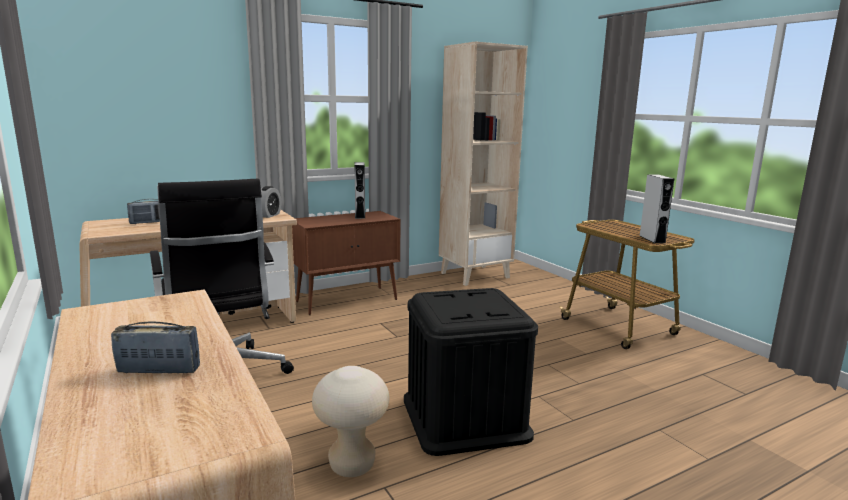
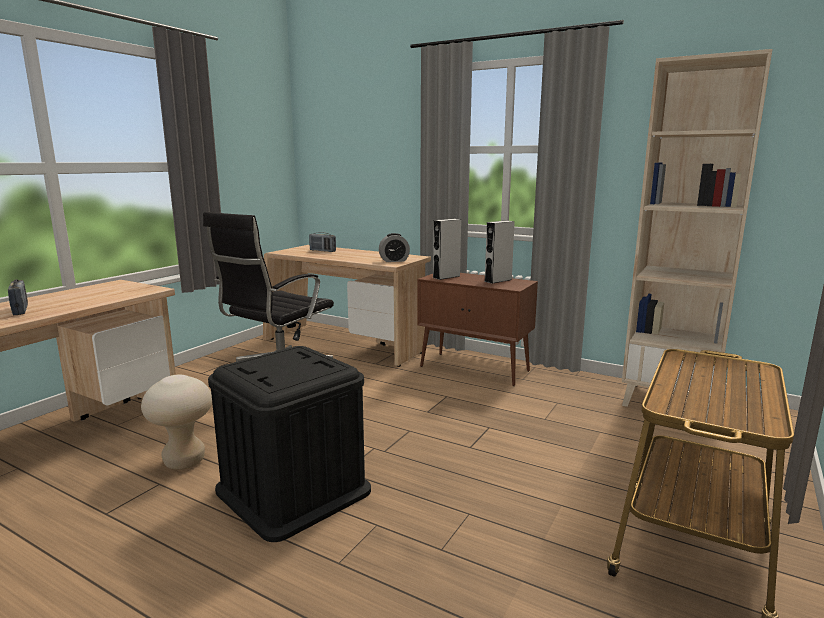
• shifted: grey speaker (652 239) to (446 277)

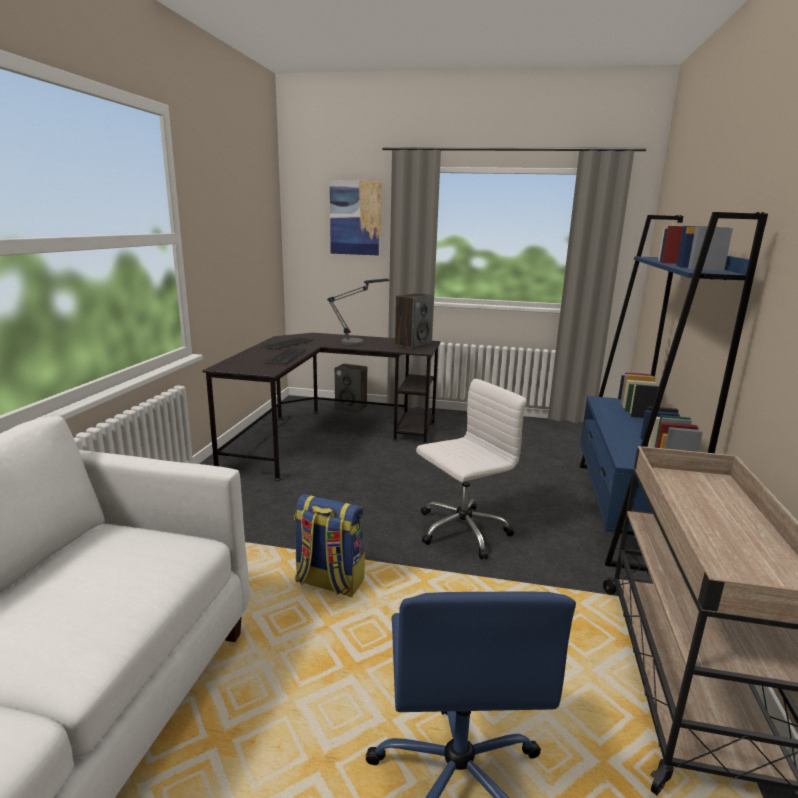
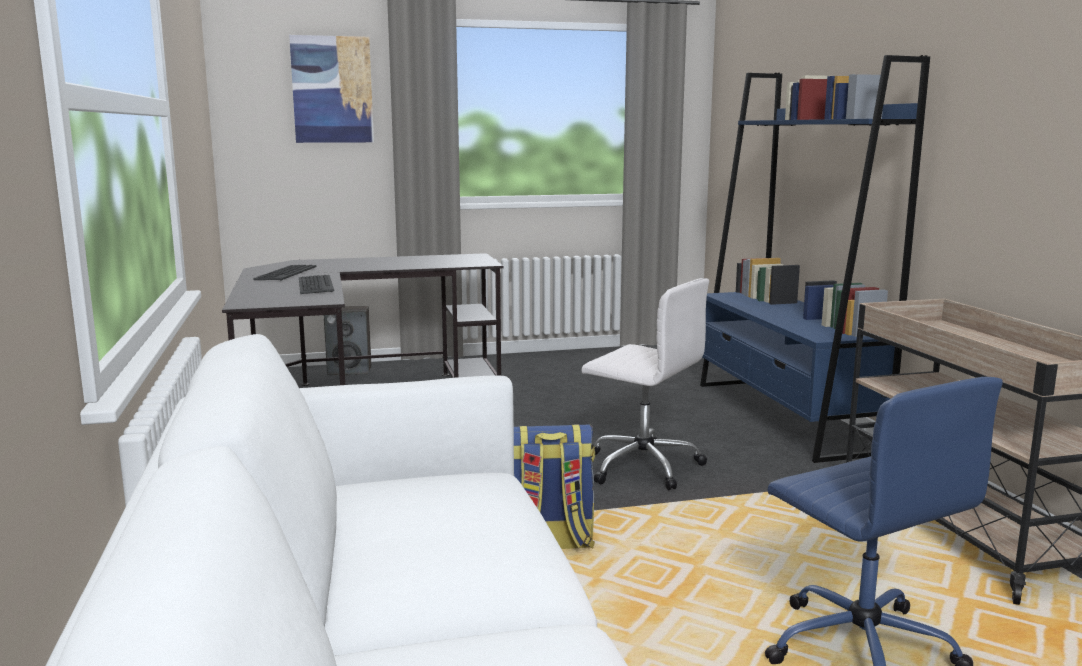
• rotated: white office chair (461 531) = (641 466) 90 degrees clockwise
• gone: table lamp (358 342)
• gone: speaker (413 344)

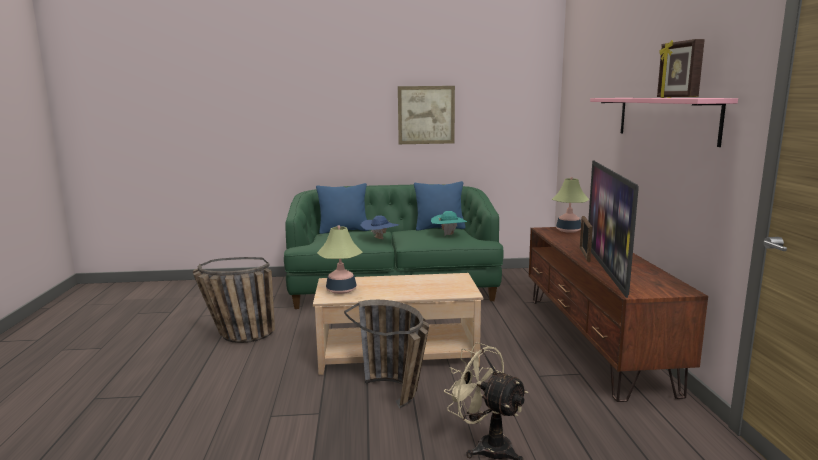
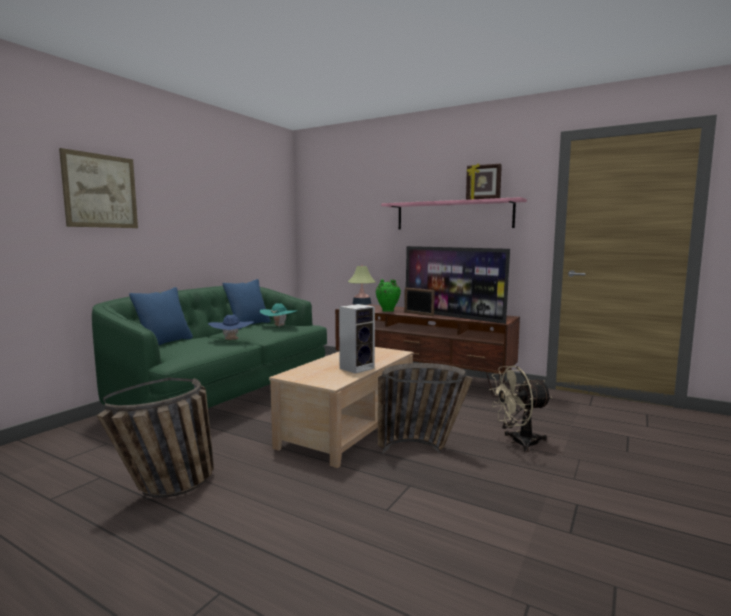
• shifted: picture (426 115) to (100 191)
• new: speaker (357 368)
• new: green vase (387 311)
• gone: table lamp (341 290)

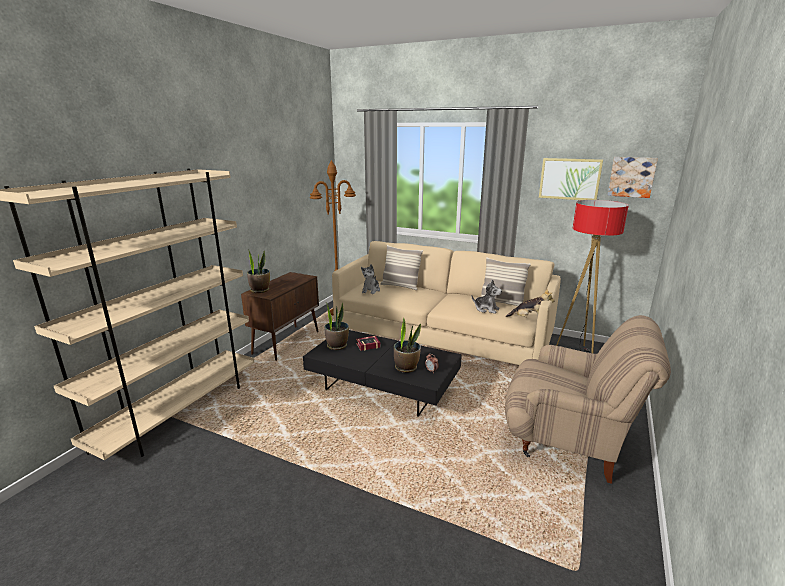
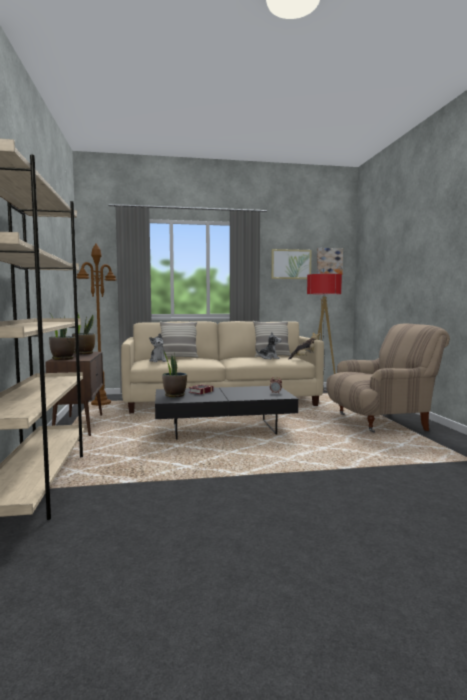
• shifted: potted plant (406 367) to (84 353)

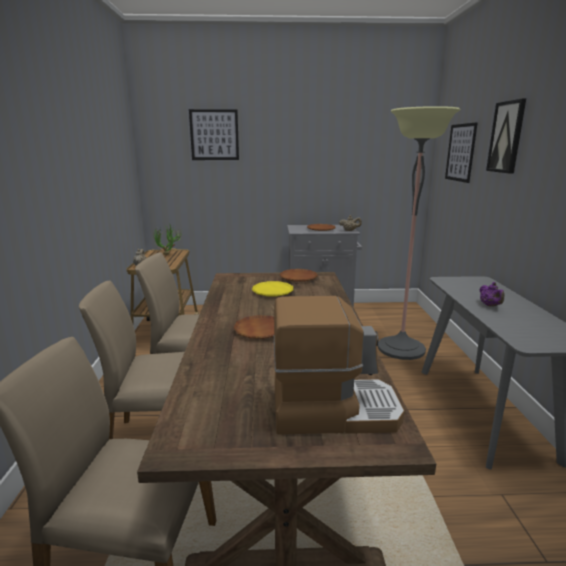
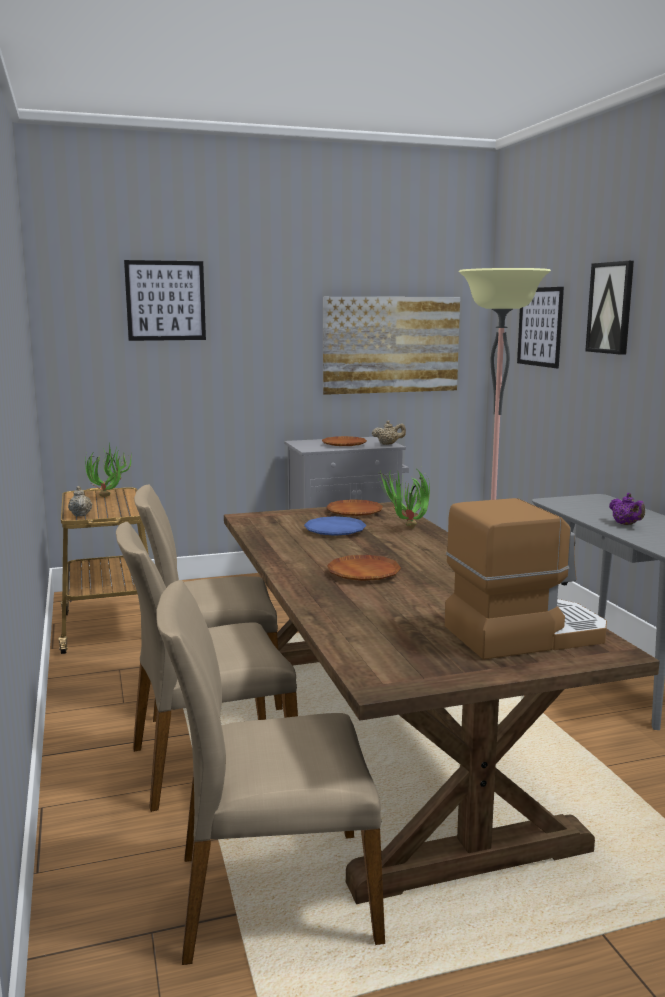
• repainted: yellow plate (272 292) to blue plate (335 531)
• new: picture (391 345)
• new: potted plant (406 529)

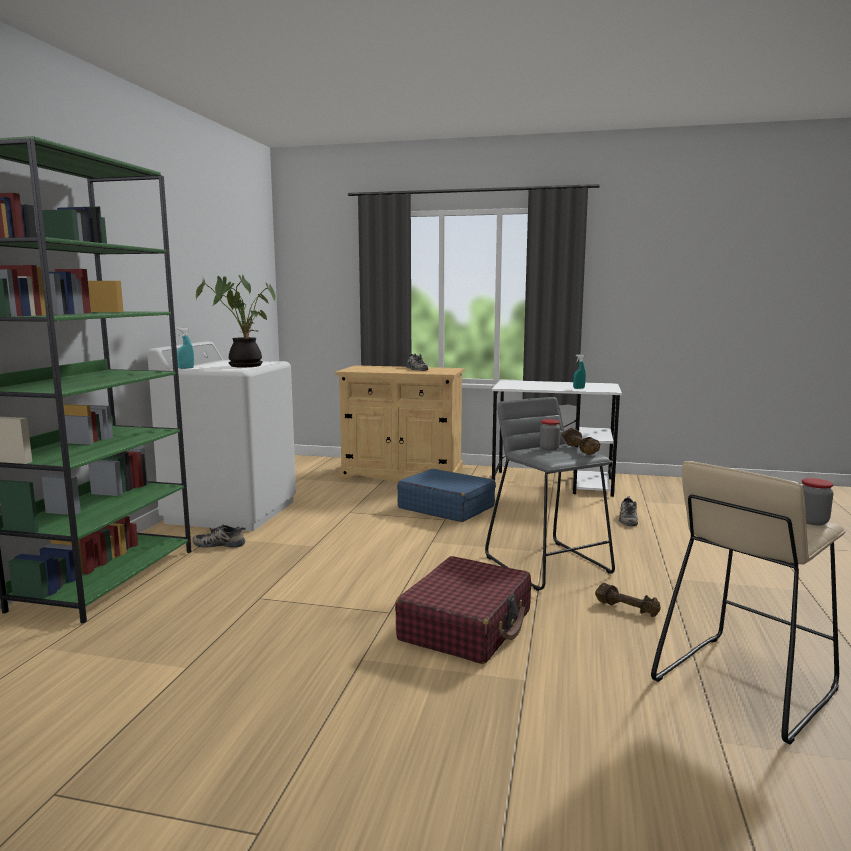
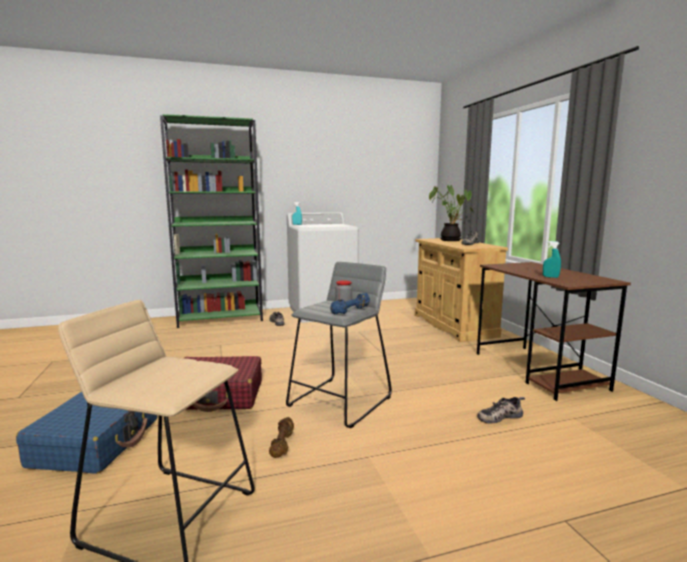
• shifted: blue suitcase (446 507) to (97 441)
• repainted: brown dumbbell (580 450) to blue dumbbell (351 311)
• shifted: potted plant (244 365) to (450 240)
• repainted: white desk (554 483) to brown desk (538 371)
• gone: jar (812 521)

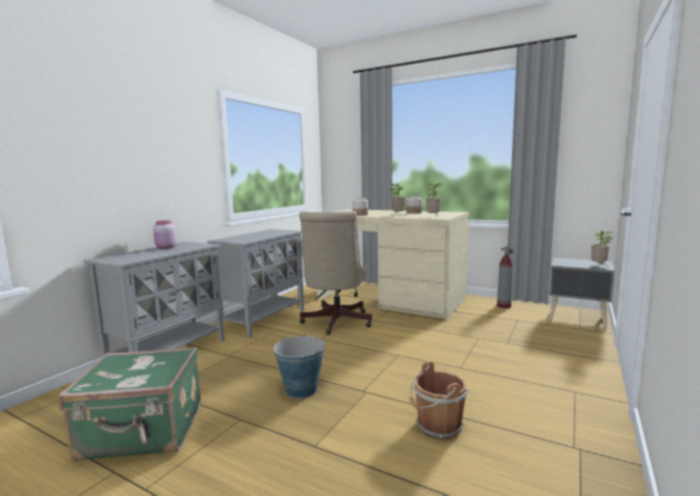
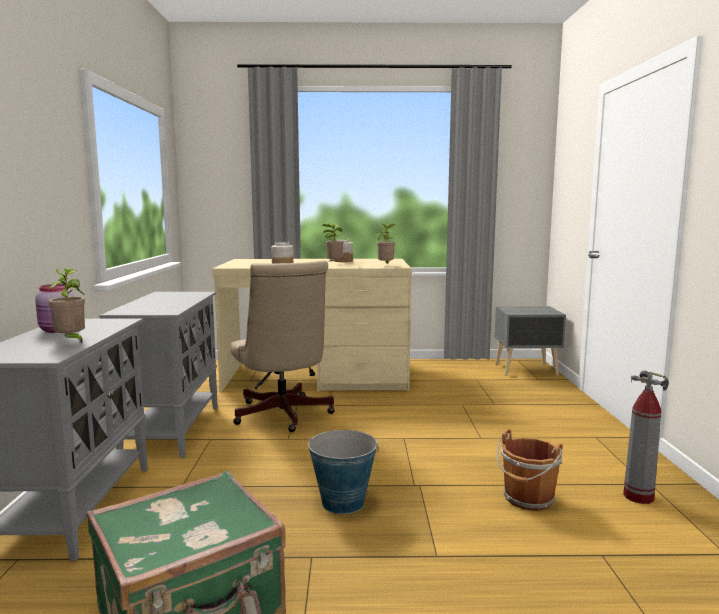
• shifted: potted plant (599 266) to (71 341)
• shifted: fire extinguisher (503 306) to (638 496)

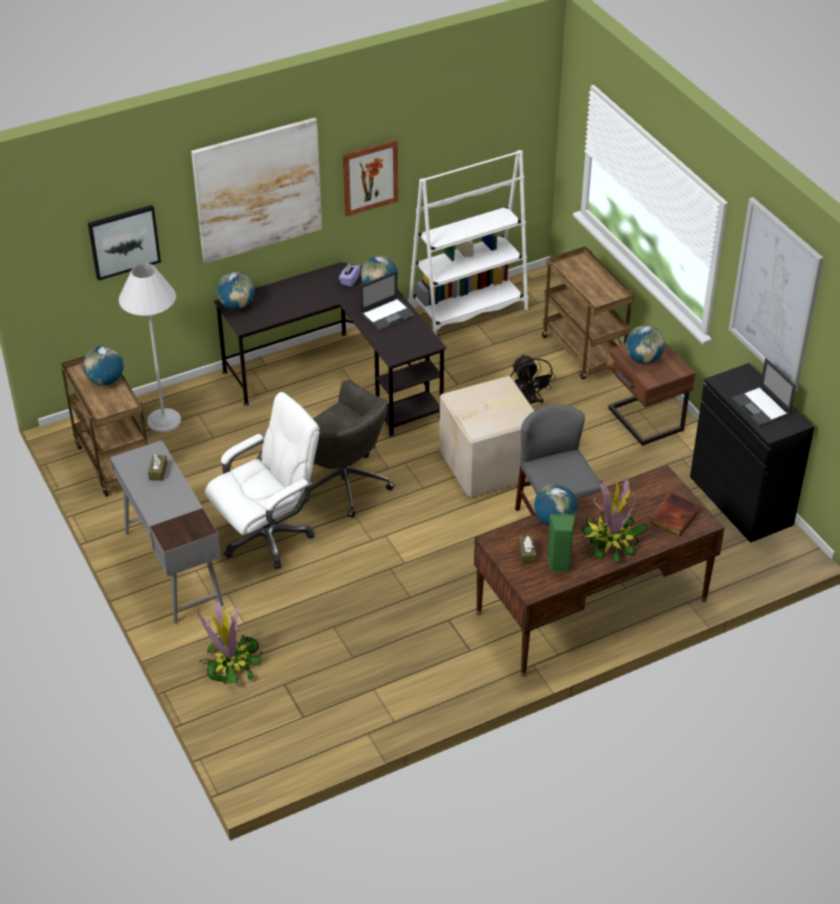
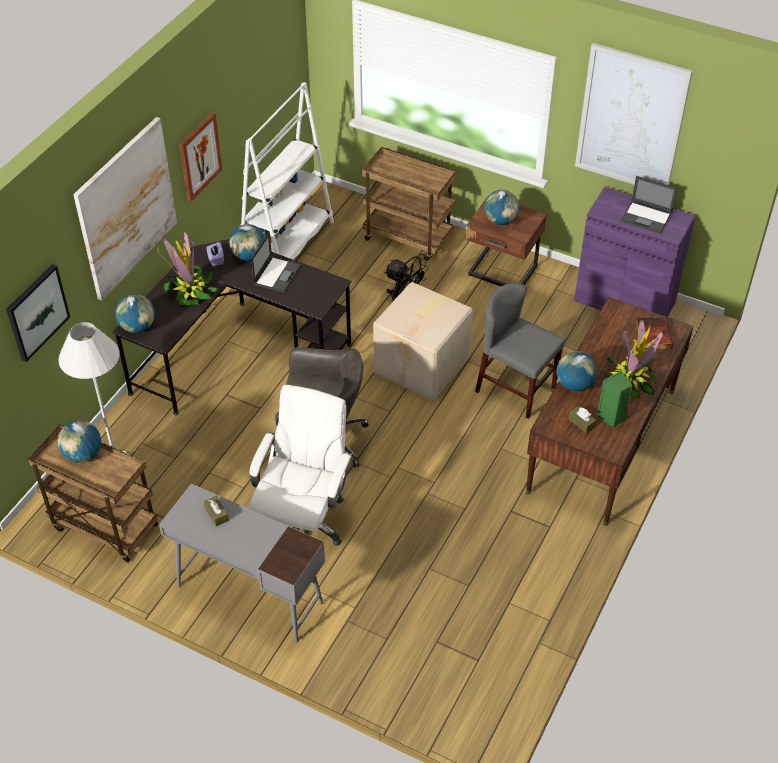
• shifted: potted plant (231 663) to (189 290)
• repainted: black cabinet (741 500) to purple cabinet (624 301)

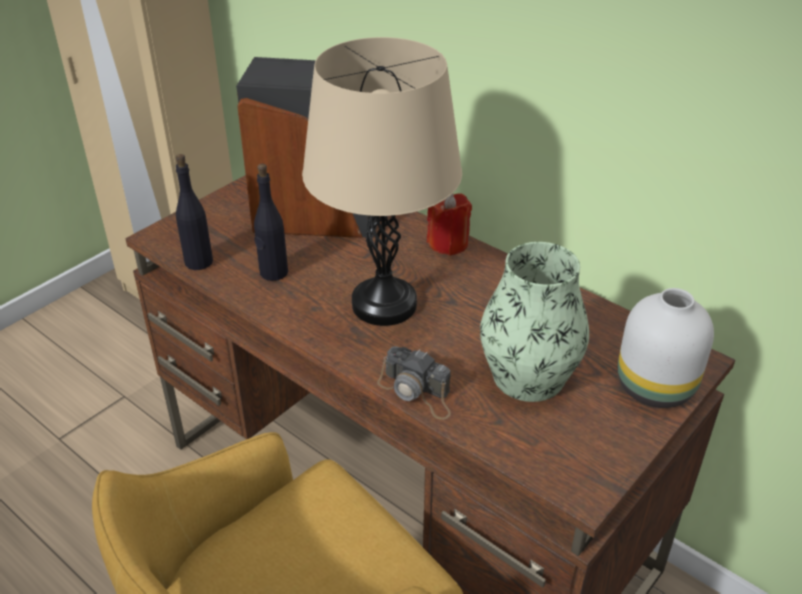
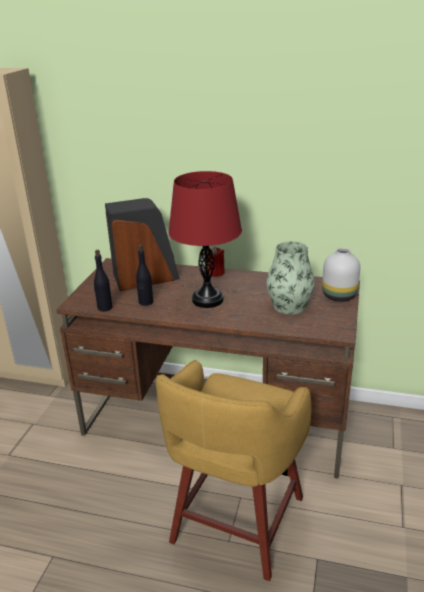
• repainted: beige table lamp (384 304) to red table lamp (207 300)
• gone: photo camera (417 392)

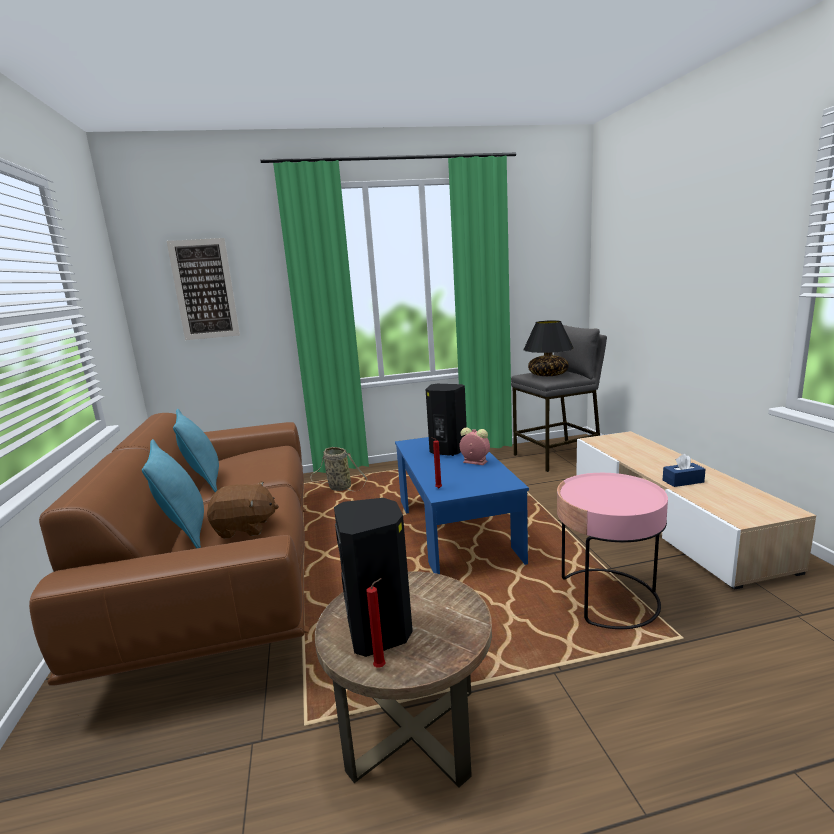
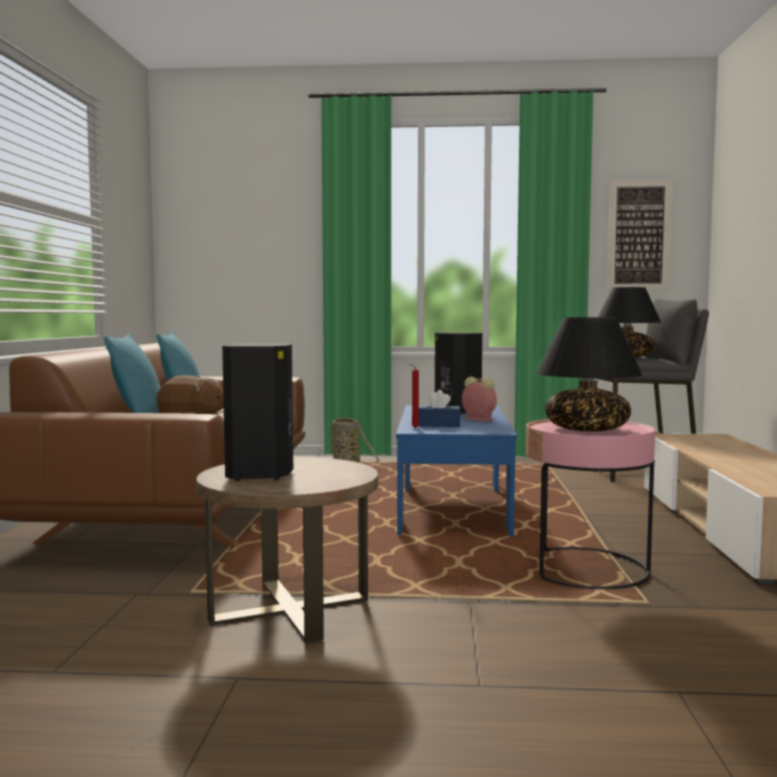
• shifted: blue tissue box (683 481) to (439 425)
• new: black table lamp (586 429)
• shifted: picture (204 289) to (639 235)
• gone: red candle (382 667)

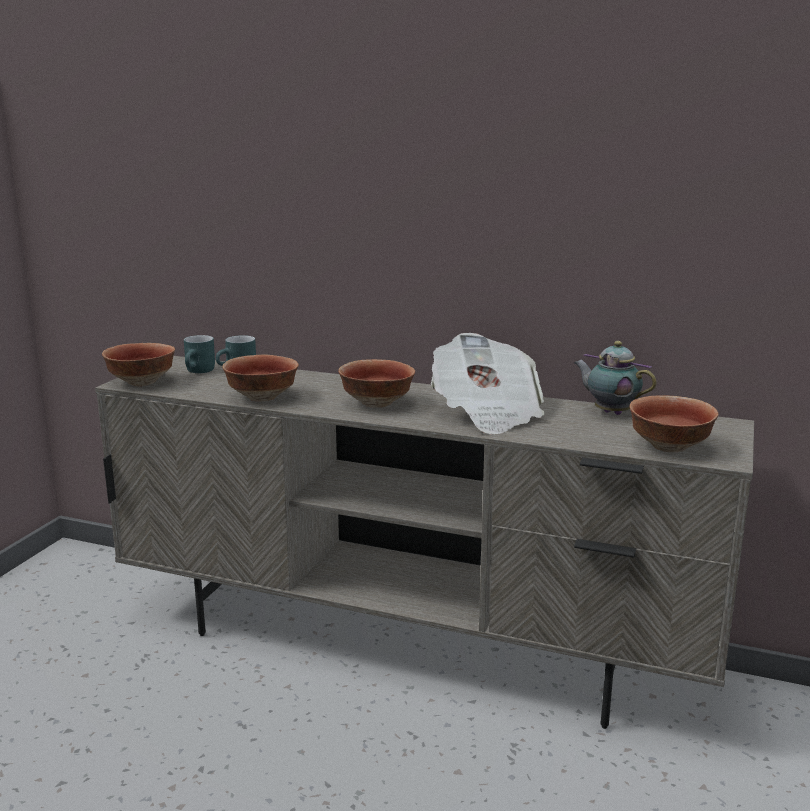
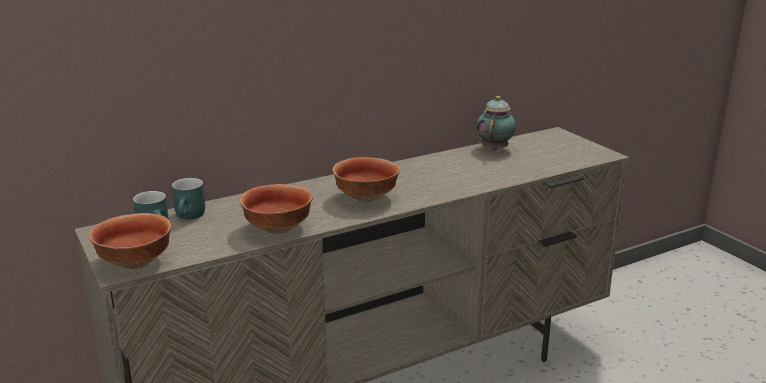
• rotated: teapot (610 412) = (495 148) 120 degrees clockwise
• gone: newspaper (486 413)
• gone: bowl (671 447)

